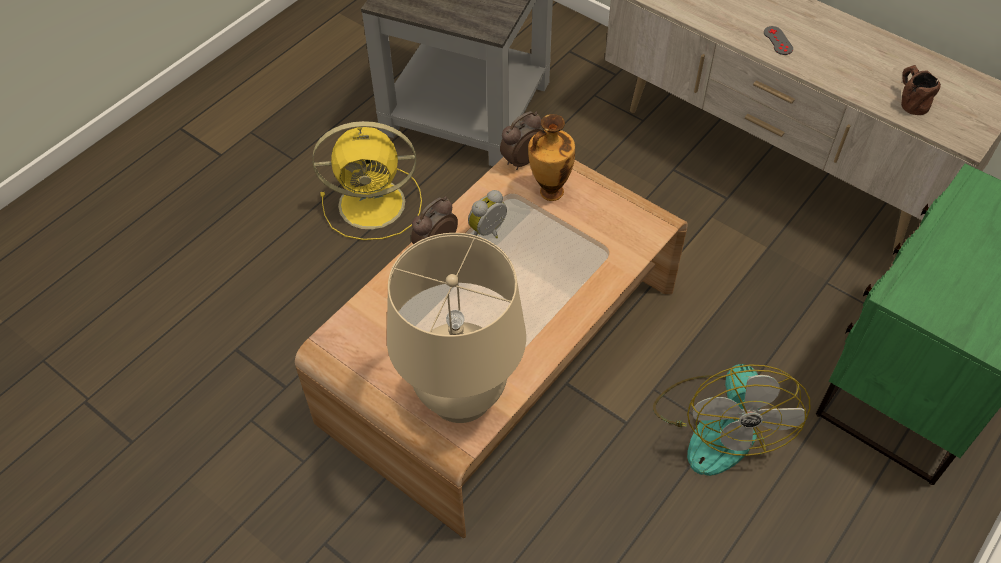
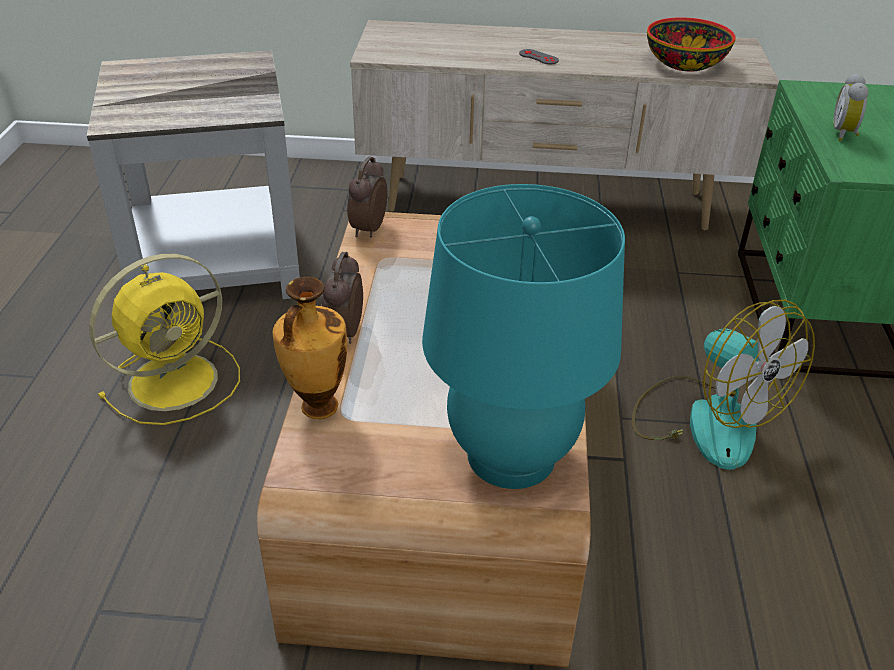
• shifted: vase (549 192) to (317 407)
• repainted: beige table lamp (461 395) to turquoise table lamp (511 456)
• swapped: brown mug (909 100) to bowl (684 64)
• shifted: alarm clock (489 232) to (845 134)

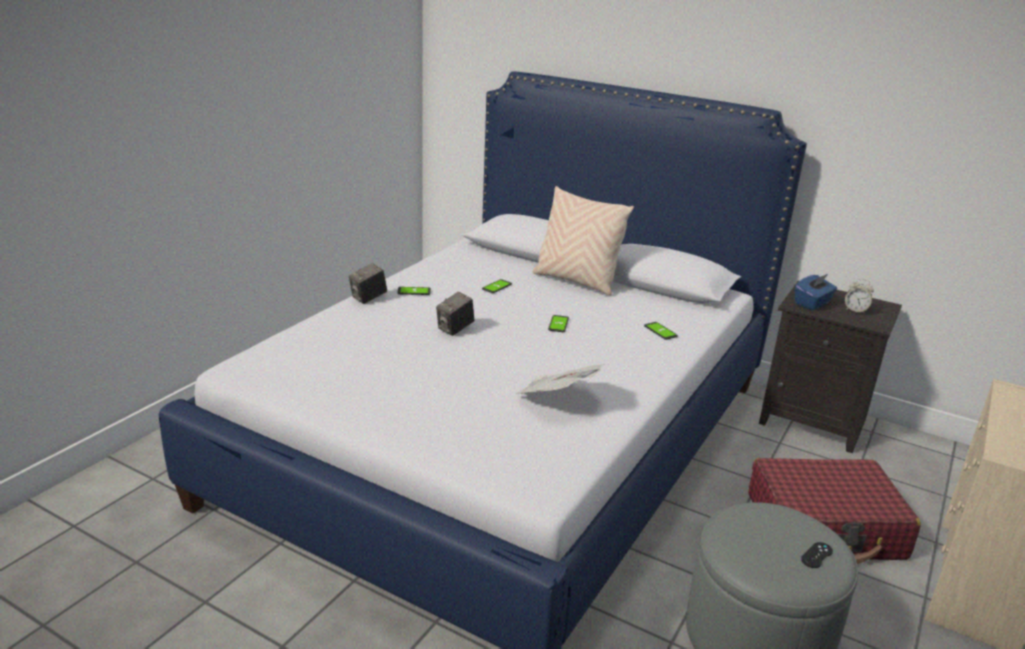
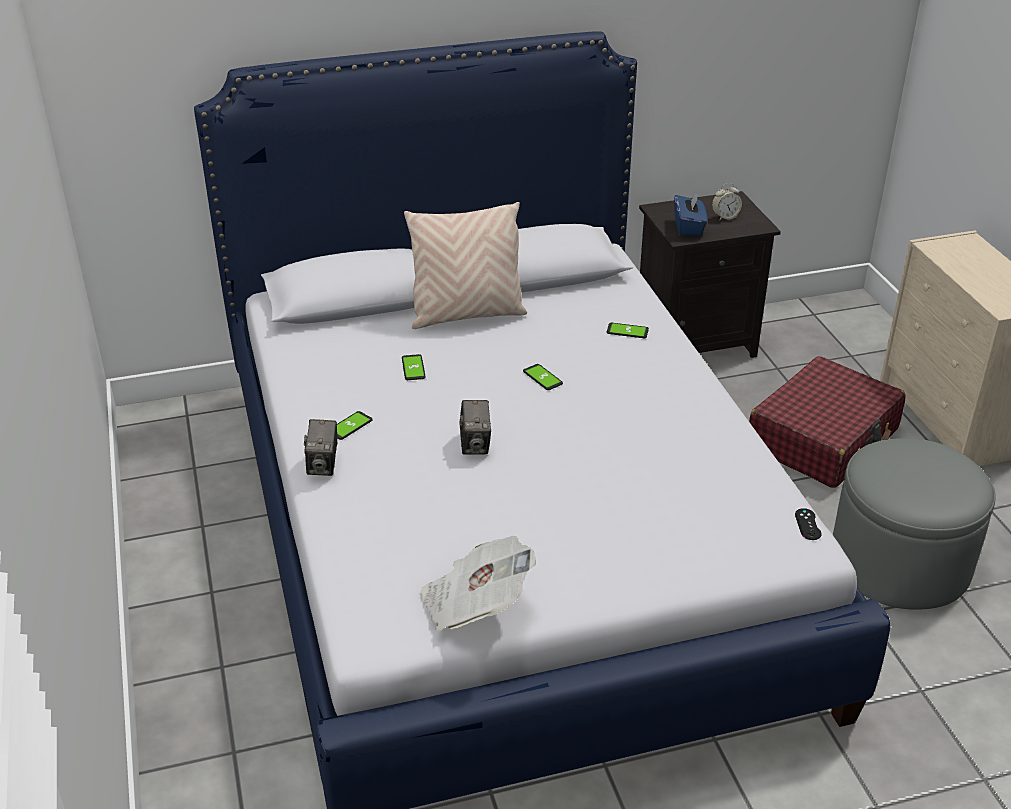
• shifted: newspaper (557 399) to (475 604)
• shifted: black game controller (816 555) to (808 524)

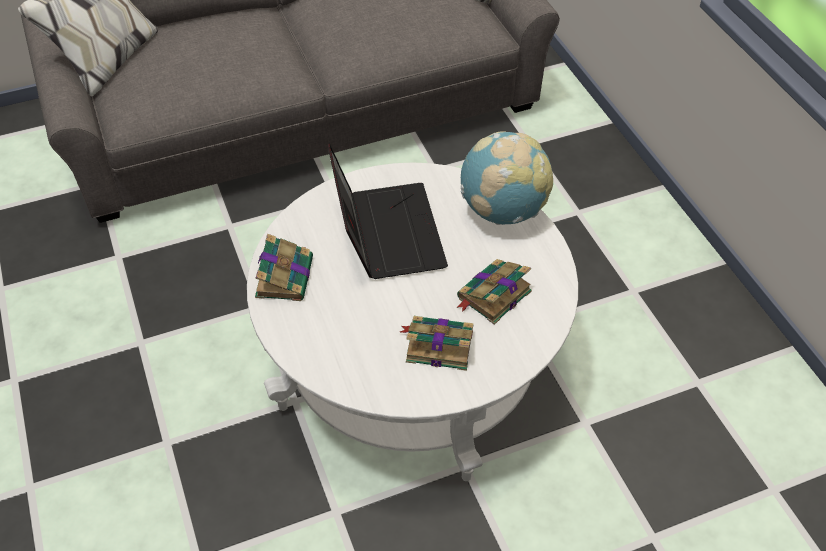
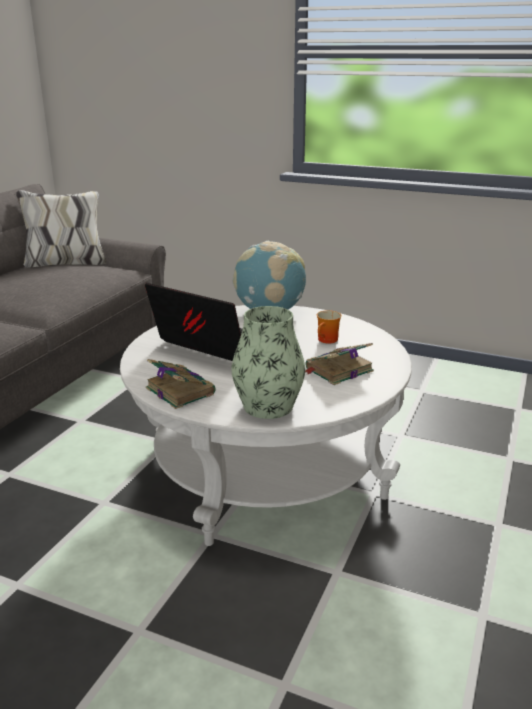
• new: vase (268 406)
• swapped: book (493 295) to mug (328 340)

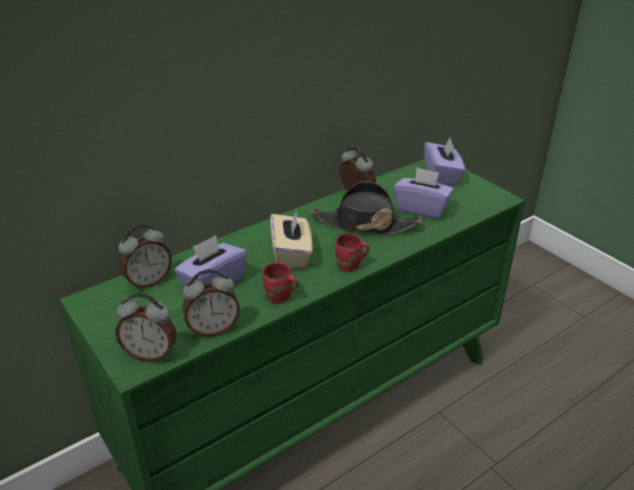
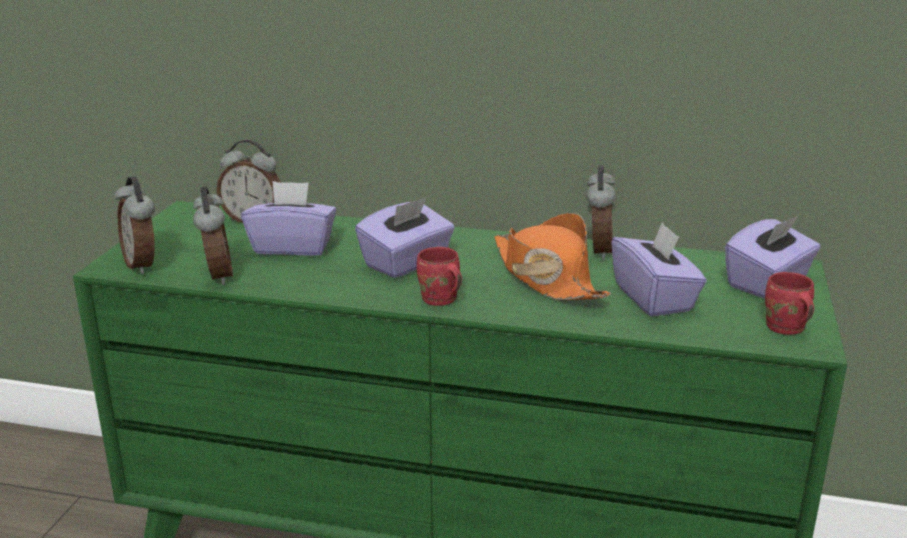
• rotated: alarm clock (213 329) = (217 276) 135 degrees counterclockwise
• repainted: beige tissue box (291 255) to purple tissue box (407 263)
• repainted: black hat (364 224) to orange hat (546 277)
• shifted: red mug (279 298) to (784 329)

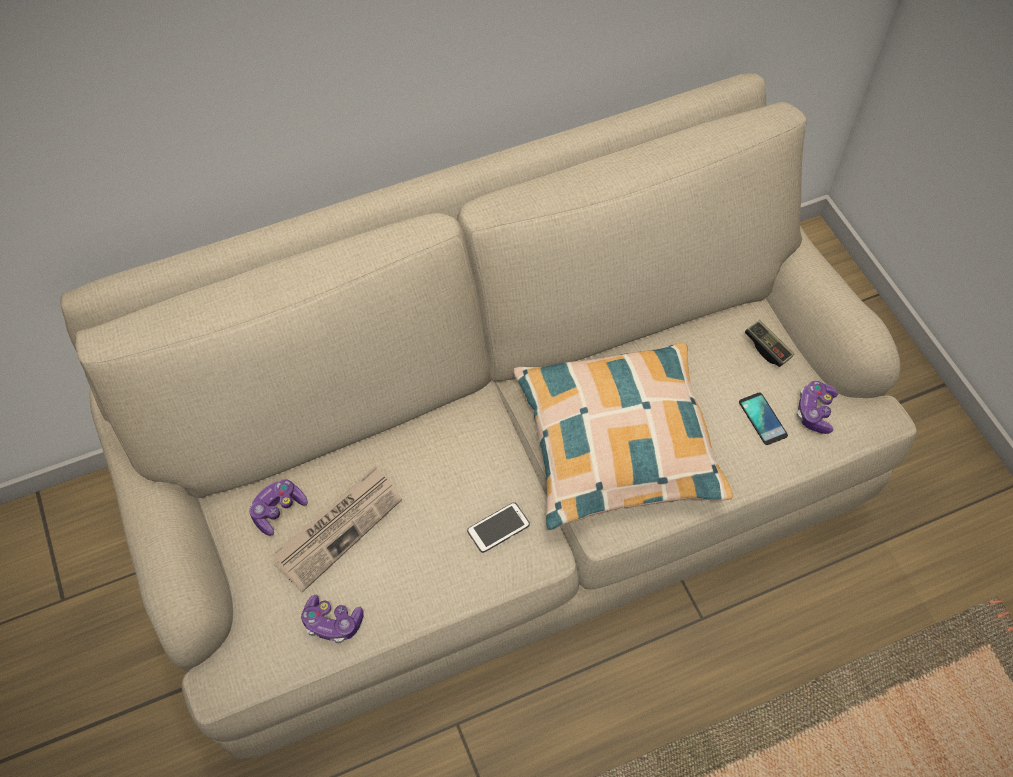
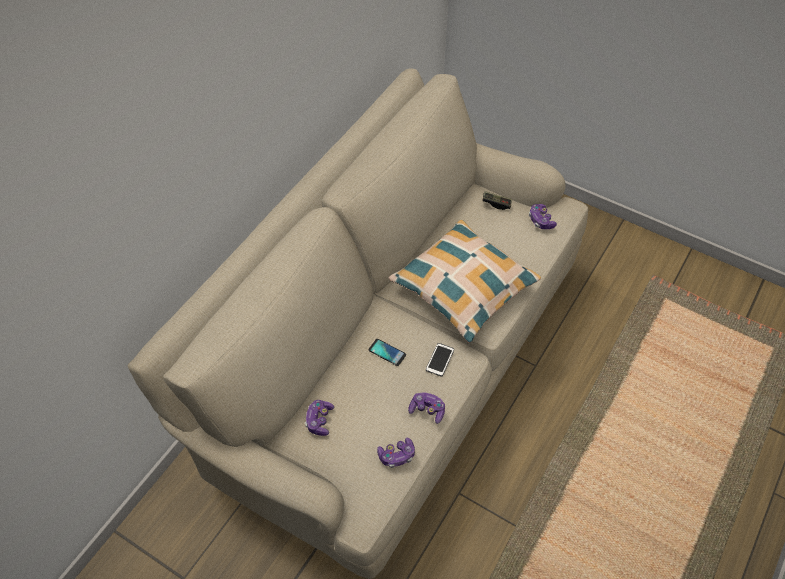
• shifted: phone (762 419) to (387 352)
• new: game controller (427 410)
• gone: newspaper (338 528)

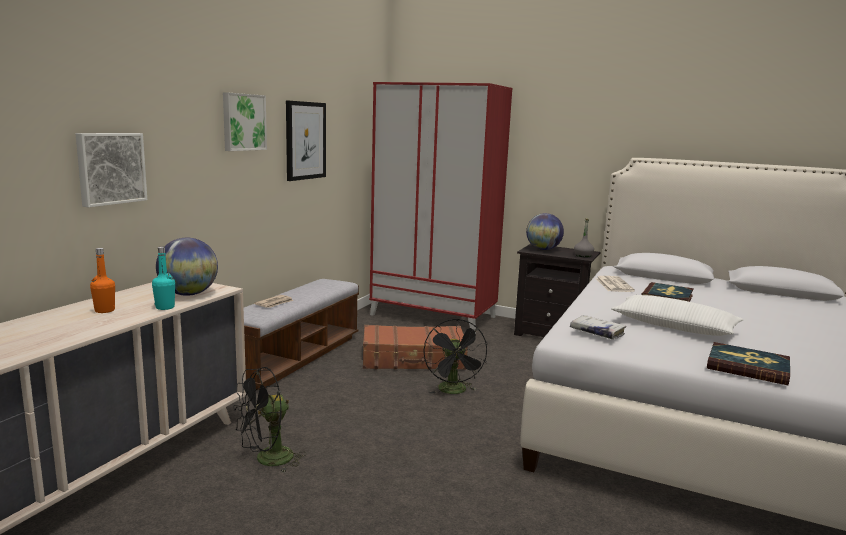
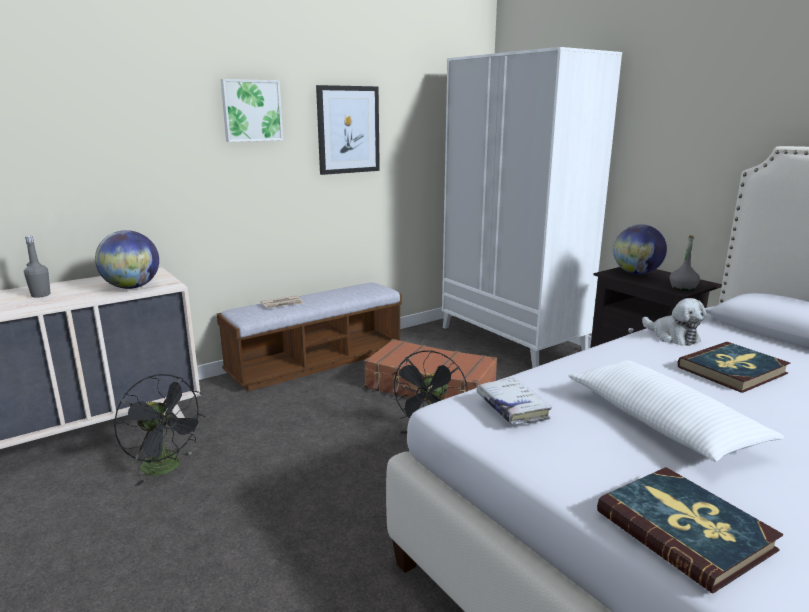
• repainted: orange bottle (104 310) to grey bottle (41 295)
• rotated: black fan (267 460) = (167 468) 135 degrees counterclockwise
• repainted: red wardrobe (434 316) to white wardrobe (512 339)
• swapped: newspaper (613 285) to plush toy (672 336)
• gone: picture (110 168)
• gone: turquoise bottle (165 307)

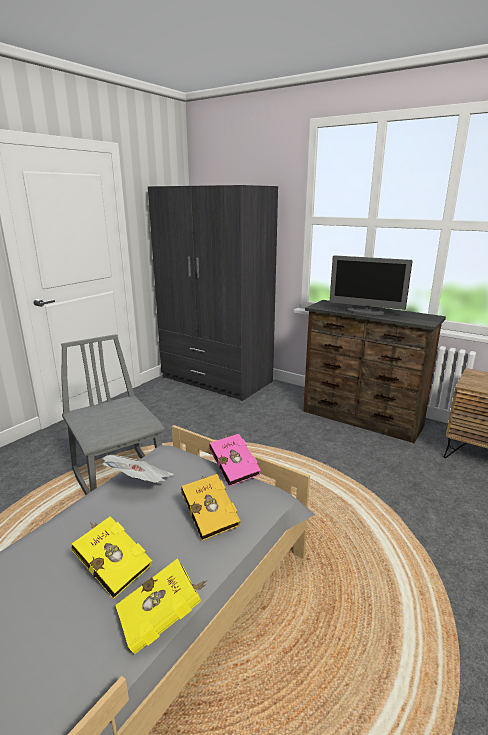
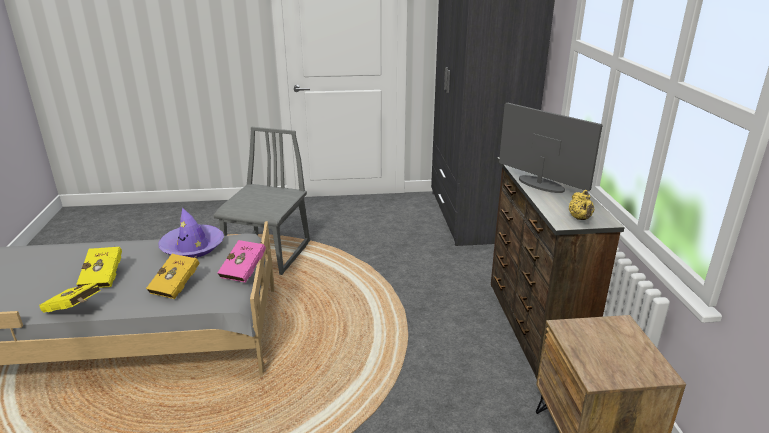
• swapped: newspaper (140 483) to purple hat (193 247)
• rotated: monitor (365 312) = (540 184) 150 degrees clockwise
• new: yellow teapot (580 218)

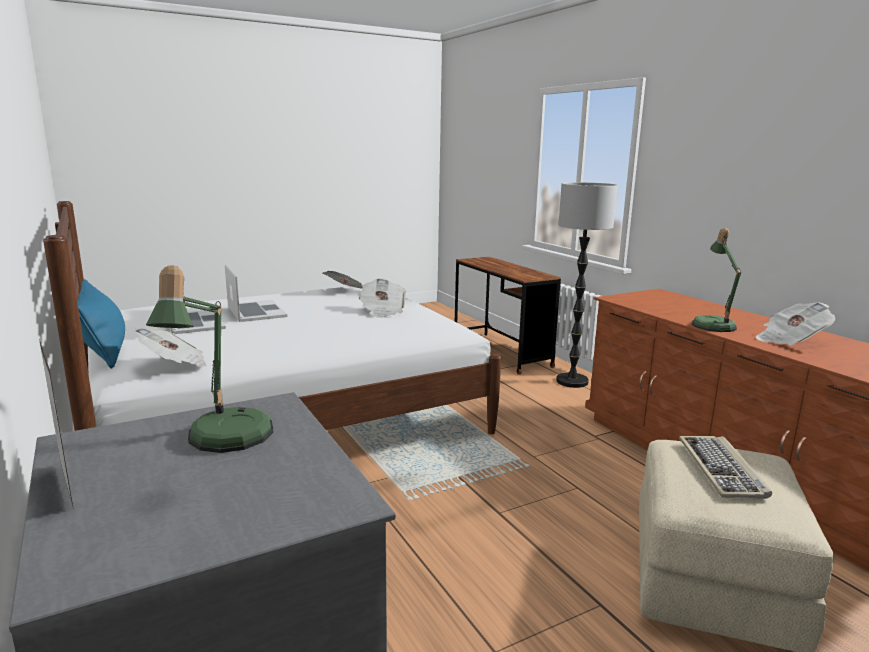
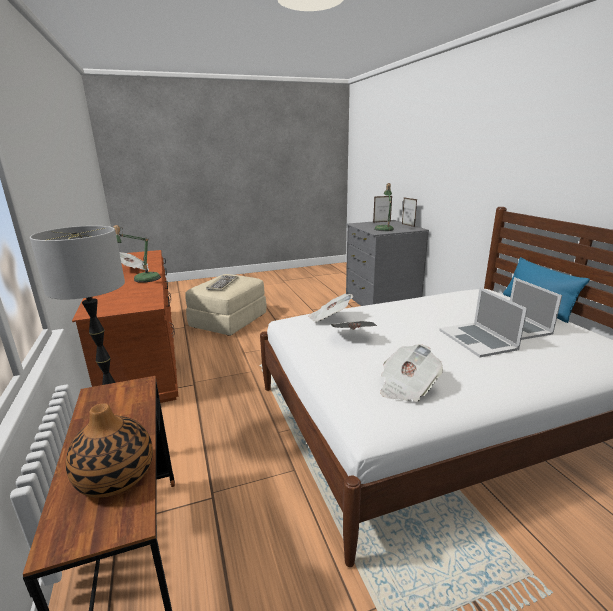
• new: vase (116 477)
• shifted: newspaper (174 364) to (329 318)
• new: picture frame (382 222)

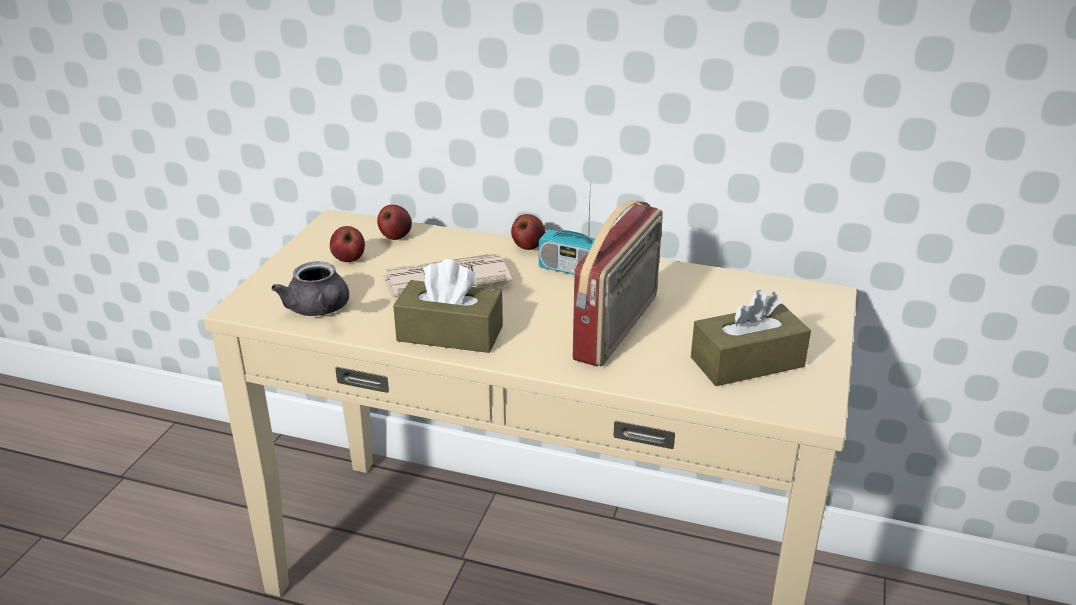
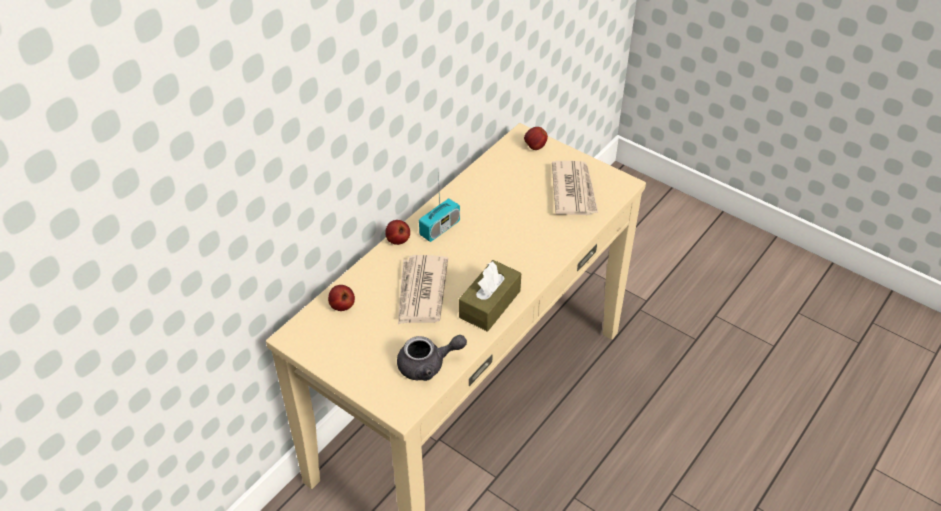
• shifted: apple (349 259) to (535 147)
• swapped: brown tissue box (747 362) to newspaper (574 190)
• gone: radio (618 328)

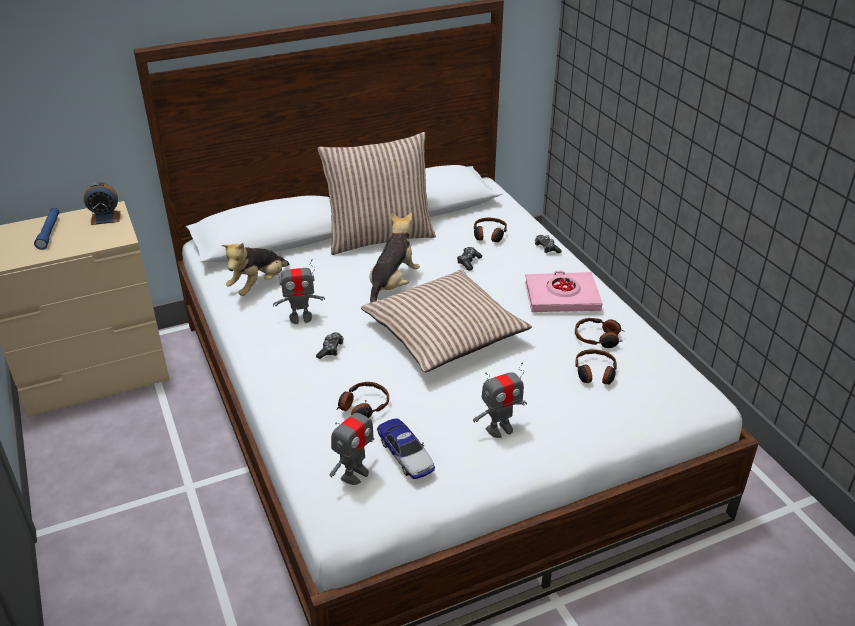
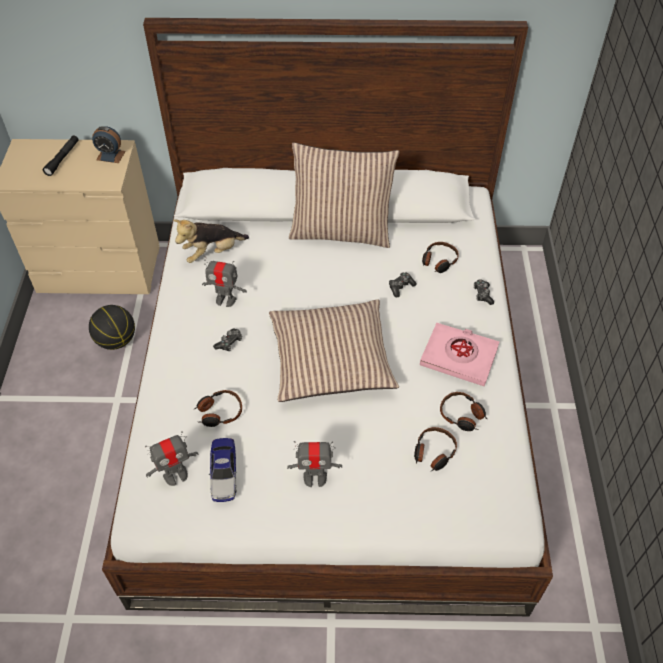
• repainted: blue flashlight (49 232) to black flashlight (62 158)
• new: basketball (116 340)
• gone: plush toy (392 285)

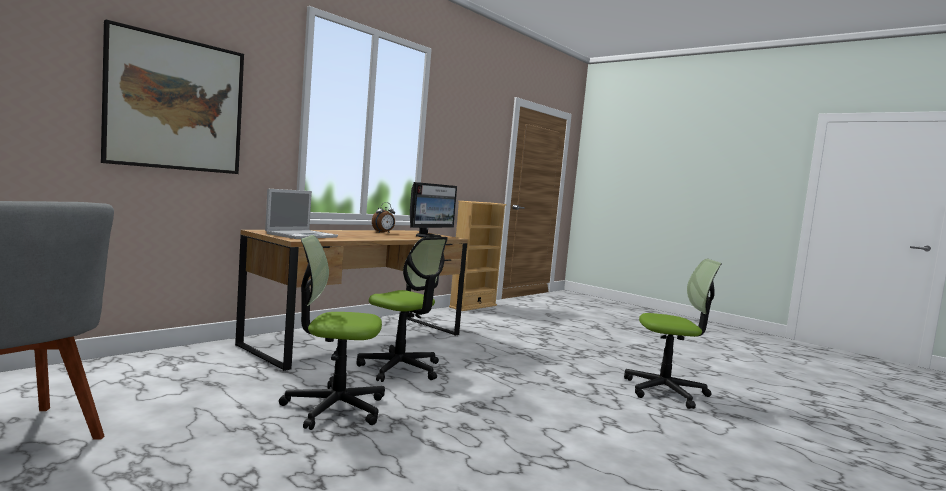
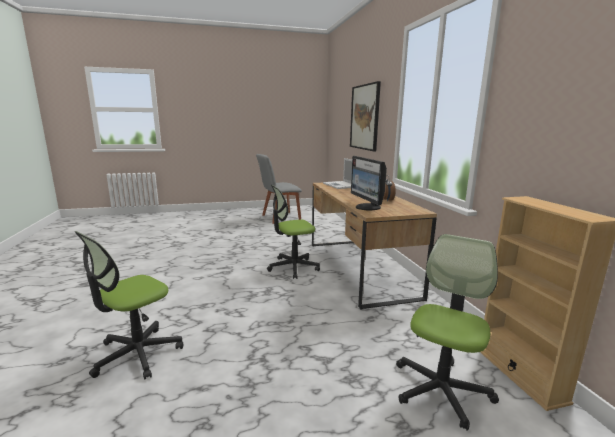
• shifted: office chair (334 408) to (441 390)

